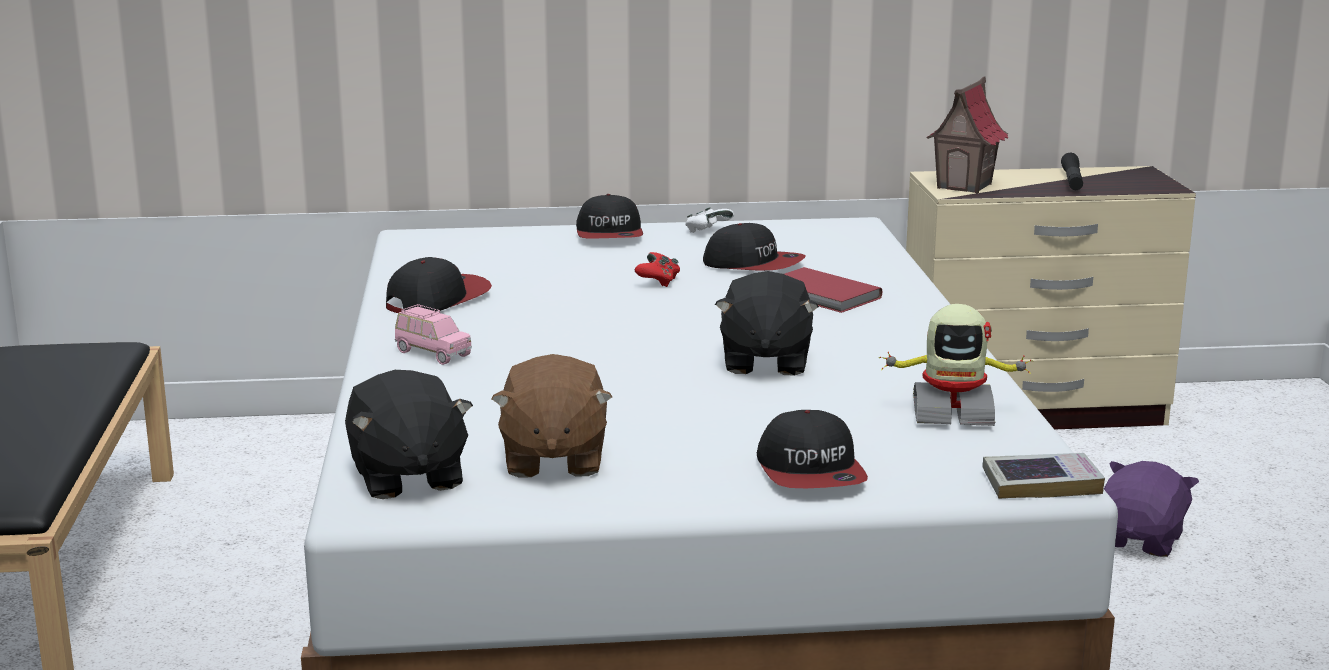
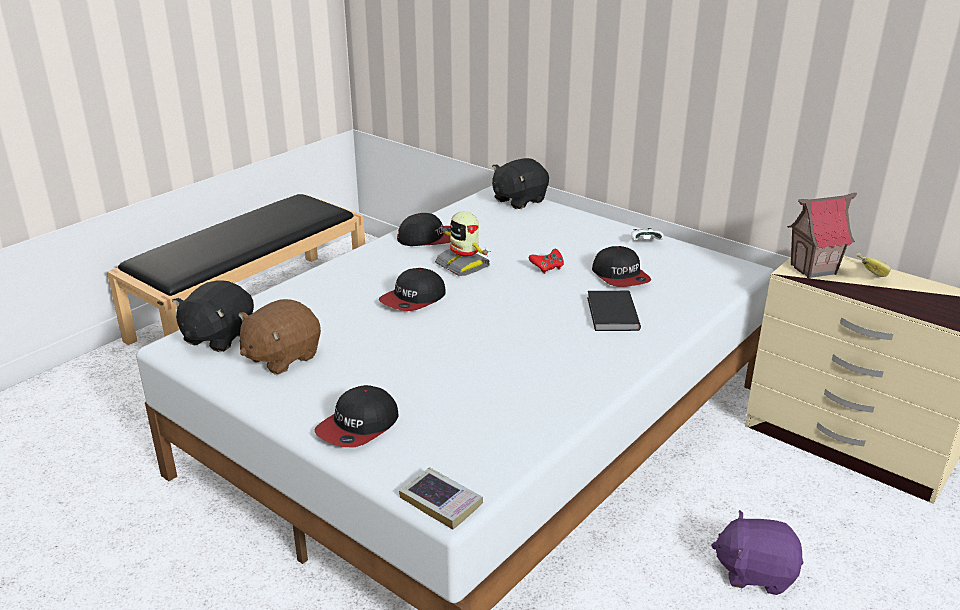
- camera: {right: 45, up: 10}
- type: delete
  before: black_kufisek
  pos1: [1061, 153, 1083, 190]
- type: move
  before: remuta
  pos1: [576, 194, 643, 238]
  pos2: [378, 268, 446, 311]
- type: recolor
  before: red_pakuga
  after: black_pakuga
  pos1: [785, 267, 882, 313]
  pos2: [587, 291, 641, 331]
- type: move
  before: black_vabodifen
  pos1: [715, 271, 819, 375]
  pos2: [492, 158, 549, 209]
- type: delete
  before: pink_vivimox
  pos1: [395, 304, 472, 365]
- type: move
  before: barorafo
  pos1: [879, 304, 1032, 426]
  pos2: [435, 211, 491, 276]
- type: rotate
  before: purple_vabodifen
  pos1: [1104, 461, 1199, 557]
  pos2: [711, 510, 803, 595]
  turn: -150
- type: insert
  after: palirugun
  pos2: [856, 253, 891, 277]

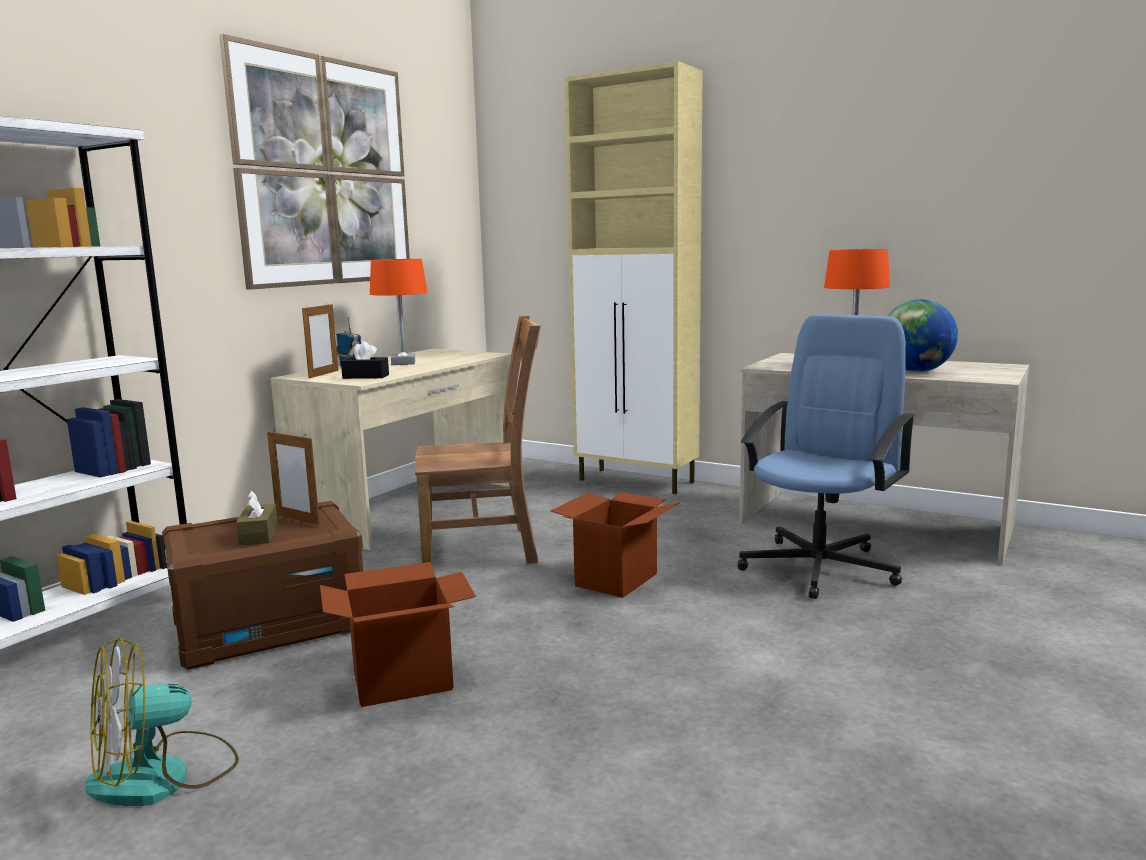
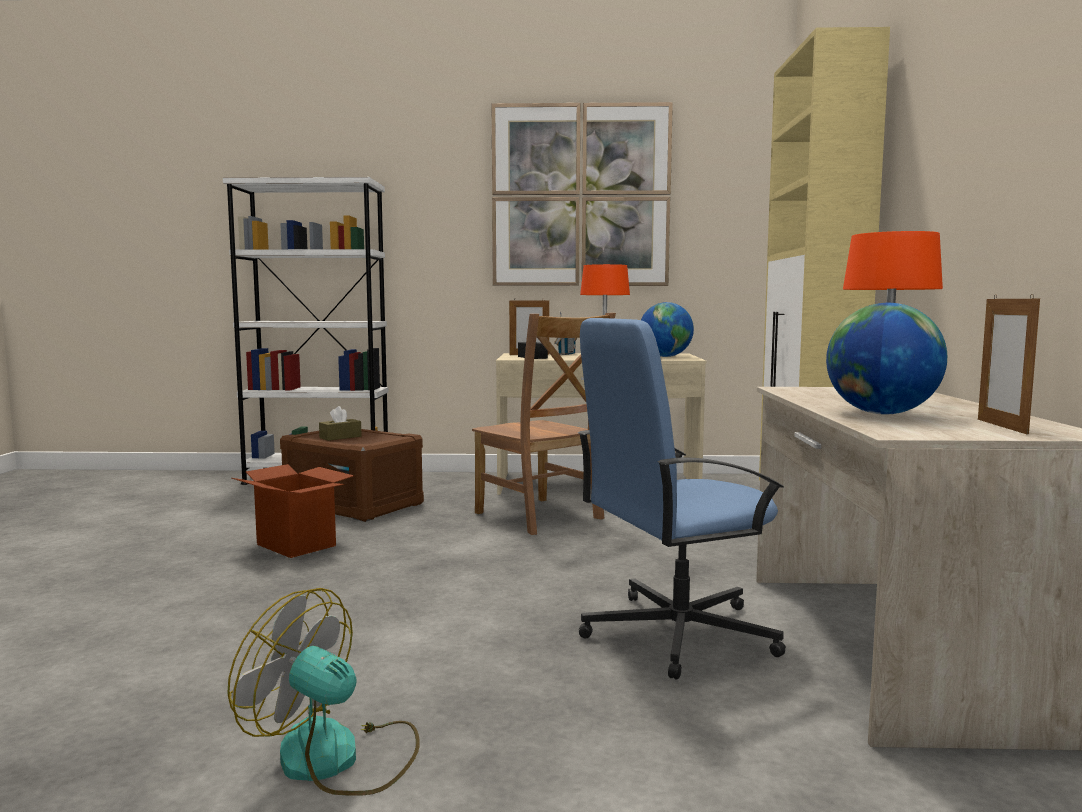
- camera: {right: 60, up: -5}
- type: rotate
  before: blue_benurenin
  pos1: [737, 314, 915, 599]
  pos2: [577, 318, 786, 680]
  turn: 150
- type: move
  before: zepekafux
  pos1: [267, 431, 320, 525]
  pos2: [978, 294, 1040, 435]
- type: delete
  before: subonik
  pos1: [550, 492, 680, 598]
- type: move
  before: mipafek
  pos1: [86, 637, 239, 806]
  pos2: [227, 588, 420, 796]
- type: insert
  after: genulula
  pos2: [641, 302, 694, 357]

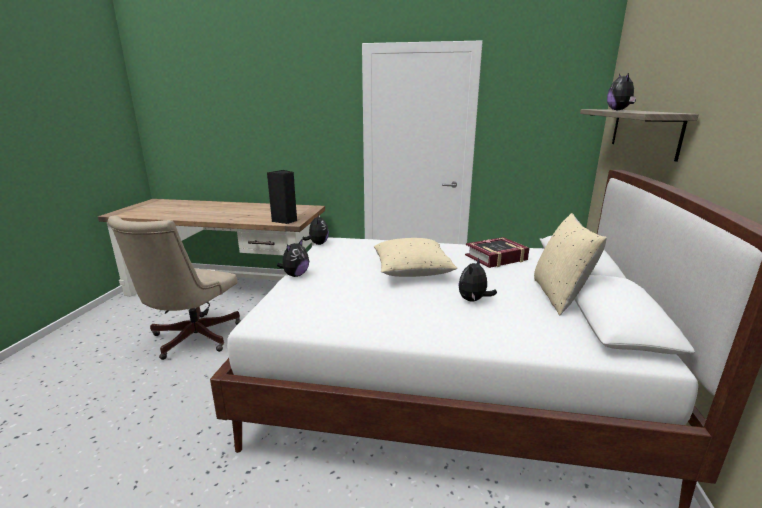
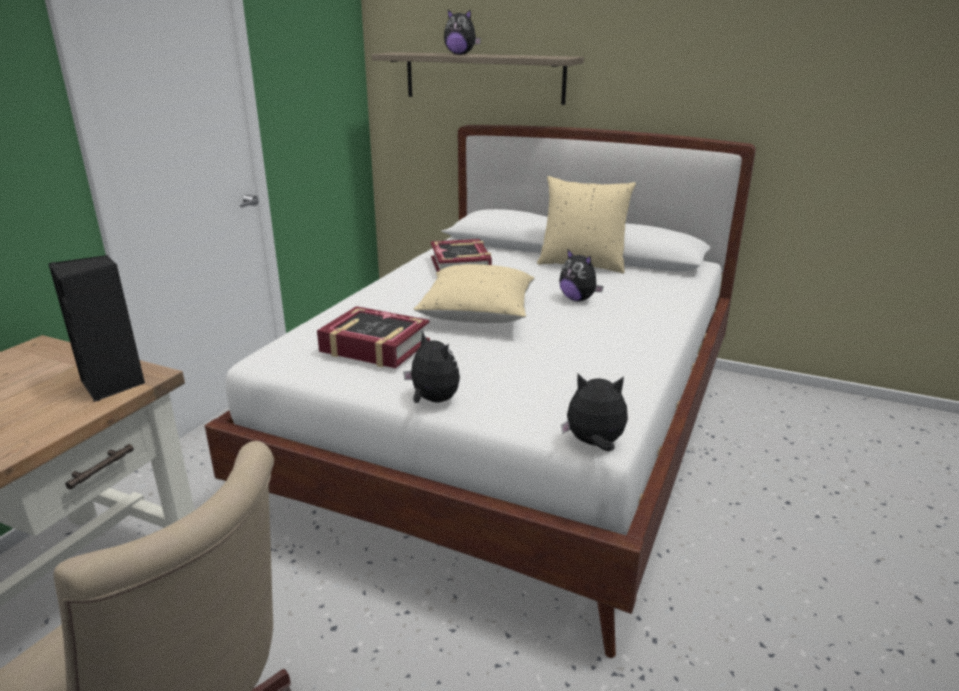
- camera: {right: -75, up: 5}
- type: move
  before: vabodifen
  pos1: [303, 214, 329, 245]
  pos2: [561, 374, 628, 451]
- type: insert
  after: pakuga
  pos2: [317, 306, 430, 368]

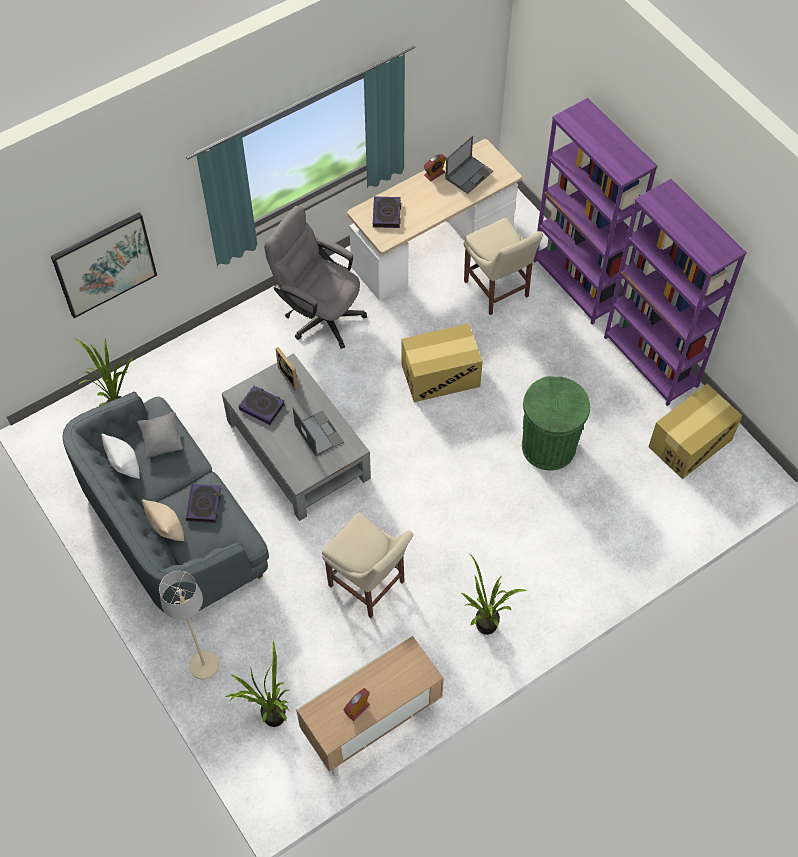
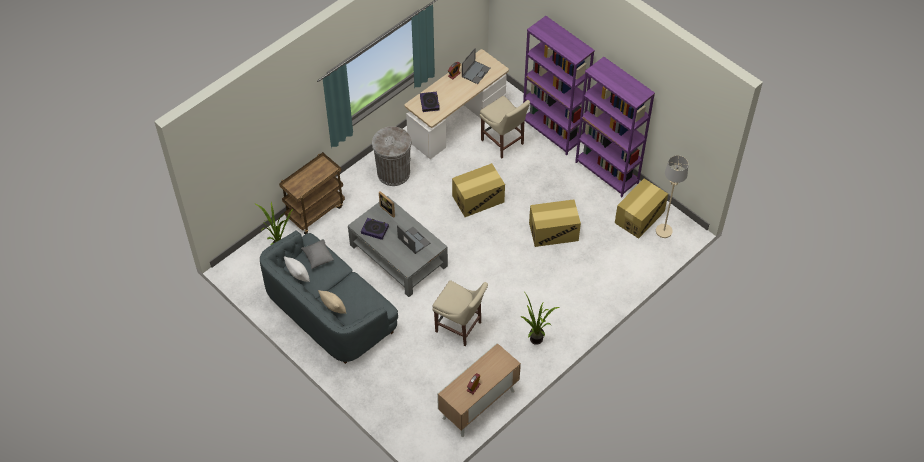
- camera: {right: -10, up: -5}
- type: replace
  before: grey_benurenin
  after: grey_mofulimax
  pos1: [264, 206, 367, 349]
  pos2: [372, 126, 412, 186]
- type: delete
  before: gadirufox
  pos1: [51, 212, 157, 318]
- type: replace
  before: green_mofulimax
  after: subonik
  pos1: [522, 376, 590, 471]
  pos2: [529, 199, 581, 247]
- type: delete
  before: pakuga
  pos1: [186, 484, 221, 523]
- type: move
  before: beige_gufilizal
  pos1: [159, 571, 219, 680]
  pos2: [656, 155, 688, 238]
- type: delete
  before: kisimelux
  pos1: [225, 642, 289, 727]
- type: insert
  after: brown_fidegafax
  pos2: [279, 152, 345, 234]

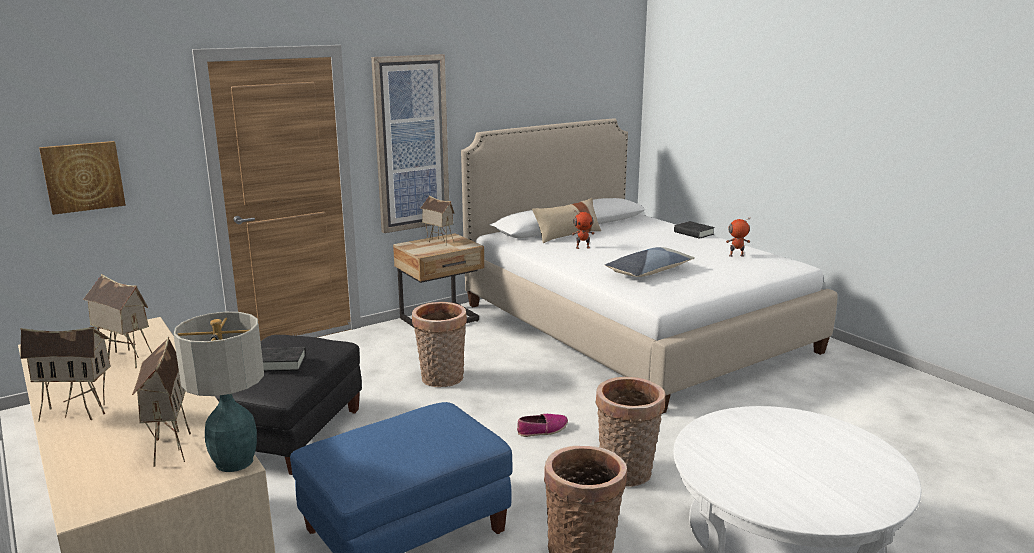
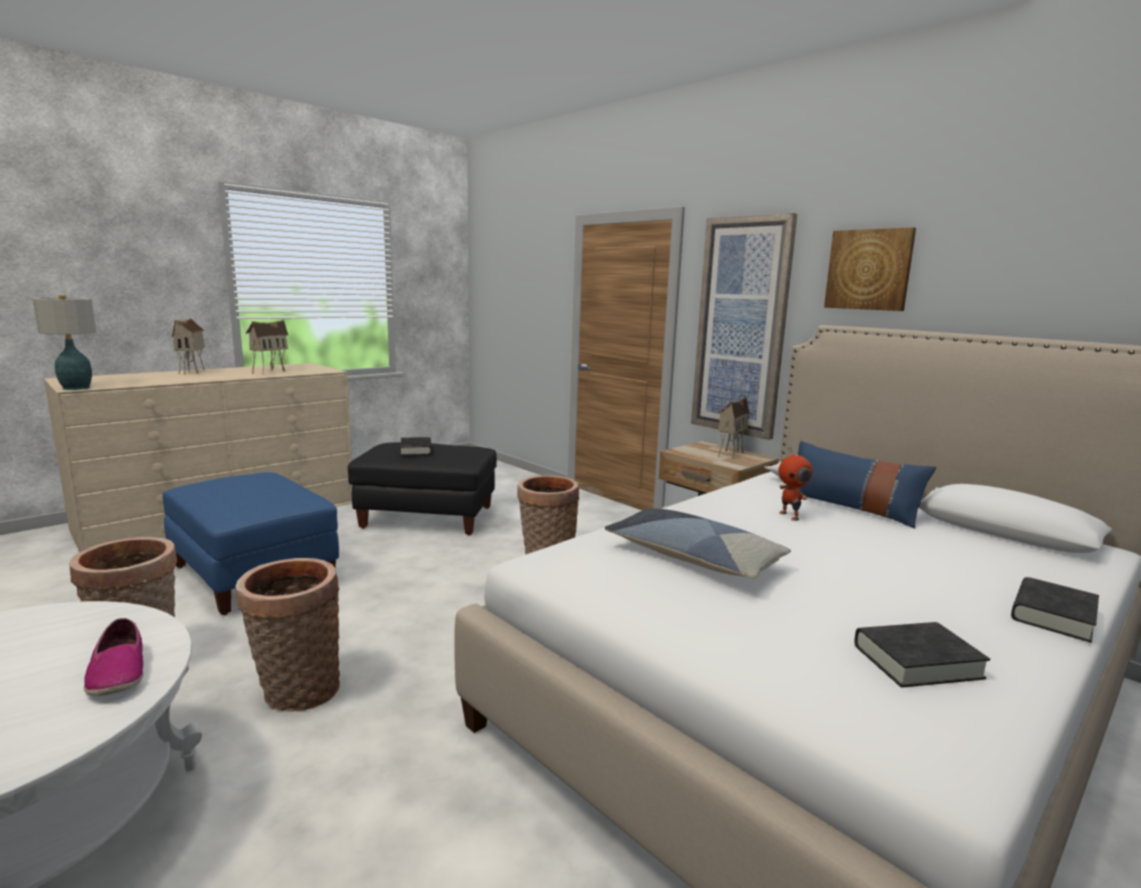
- camera: {right: 80, up: -5}
- type: move
  before: gadirufox
  pos1: [39, 141, 126, 215]
  pos2: [824, 227, 916, 311]
- type: recolor
  before: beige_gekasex
  after: blue_gekasex
  pos1: [532, 198, 602, 243]
  pos2: [798, 441, 936, 528]
- type: replace
  before: barorafo
  after: black_pakuga
  pos1: [726, 217, 750, 257]
  pos2: [854, 622, 990, 687]
- type: delete
  before: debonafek
  pos1: [132, 337, 191, 467]
- type: move
  before: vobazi
  pos1: [517, 414, 568, 437]
  pos2: [84, 618, 143, 696]

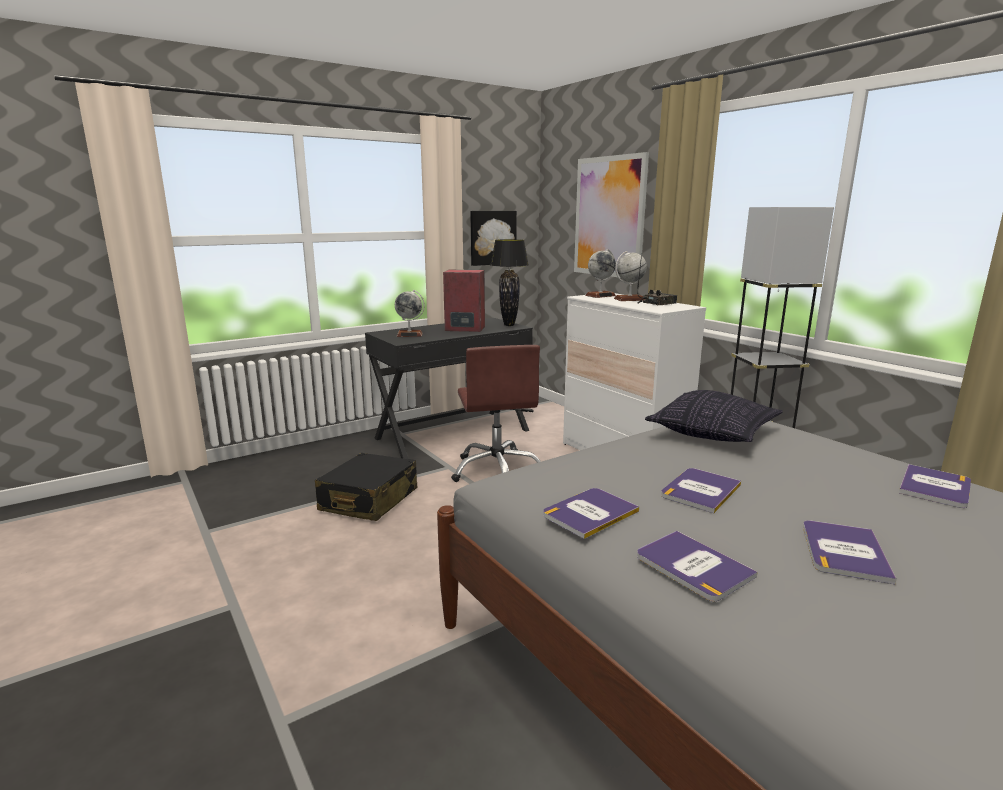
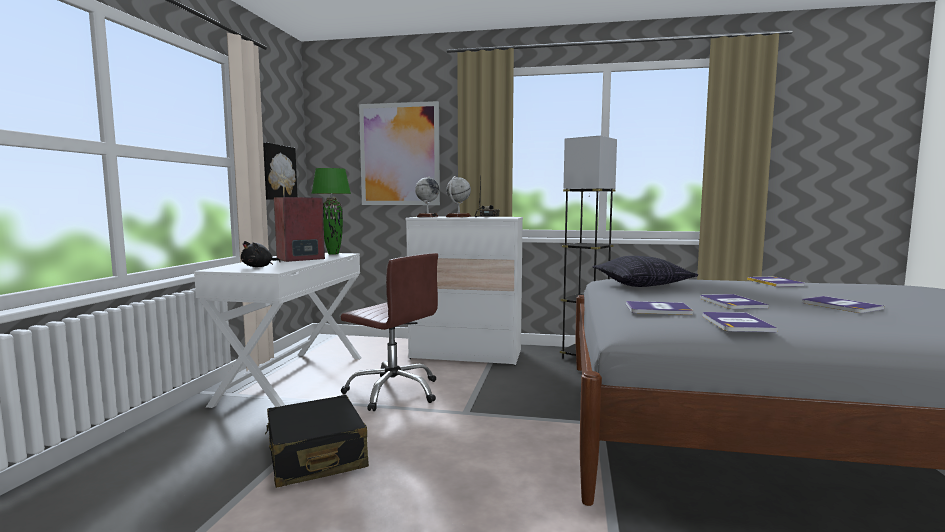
- camera: {right: -45, up: -10}
- type: recolor
  before: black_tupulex
  after: green_tupulex
  pos1: [491, 239, 528, 326]
  pos2: [311, 168, 351, 255]
- type: replace
  before: genulula
  after: black_vabodifen
  pos1: [395, 290, 424, 337]
  pos2: [241, 241, 281, 267]
- type: recolor
  before: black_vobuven
  after: white_vobuven
  pos1: [365, 318, 533, 459]
  pos2: [194, 253, 361, 408]
- type: move
  before: pakuga
  pos1: [637, 531, 758, 602]
  pos2: [626, 301, 693, 315]

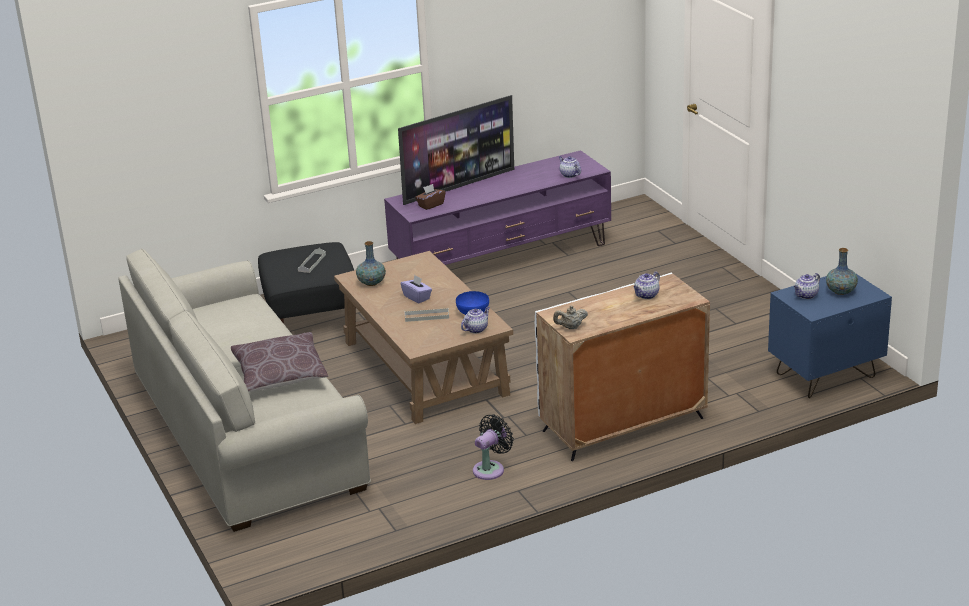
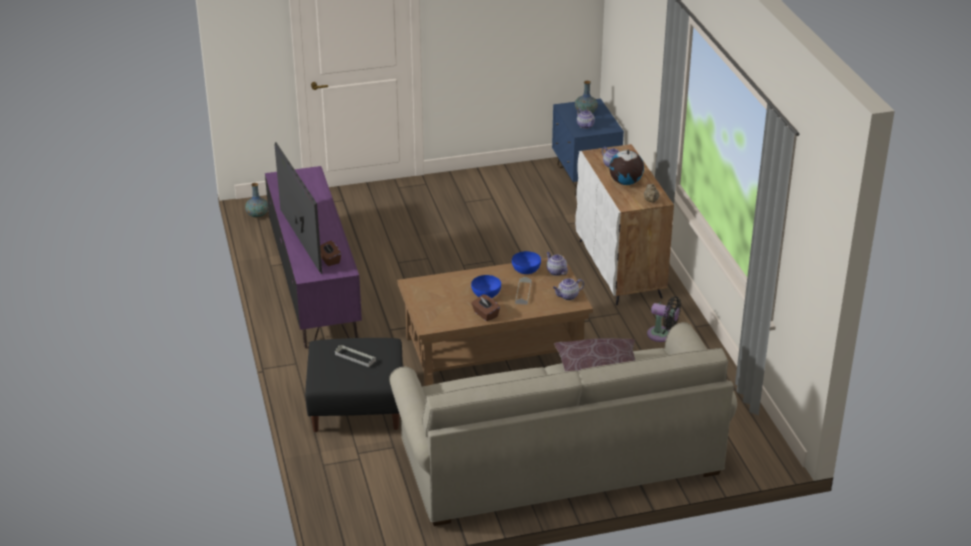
- camera: {right: -80, up: 5}
- type: move
  before: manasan
  pos1: [559, 156, 581, 178]
  pos2: [553, 278, 584, 300]
- type: move
  before: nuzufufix
  pos1: [356, 241, 386, 286]
  pos2: [245, 183, 268, 218]
- type: replace
  before: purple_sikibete
  after: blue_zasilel
  pos1: [401, 275, 432, 303]
  pos2: [471, 275, 501, 298]
- type: rotate
  before: black_mipafek
  pos1: [473, 414, 514, 480]
  pos2: [647, 296, 681, 342]
  turn: 150
- type: insert
  after: genulula
  pos2: [609, 149, 644, 185]
- type: insert
  after: brown_sikibete
  pos2: [471, 294, 500, 321]

